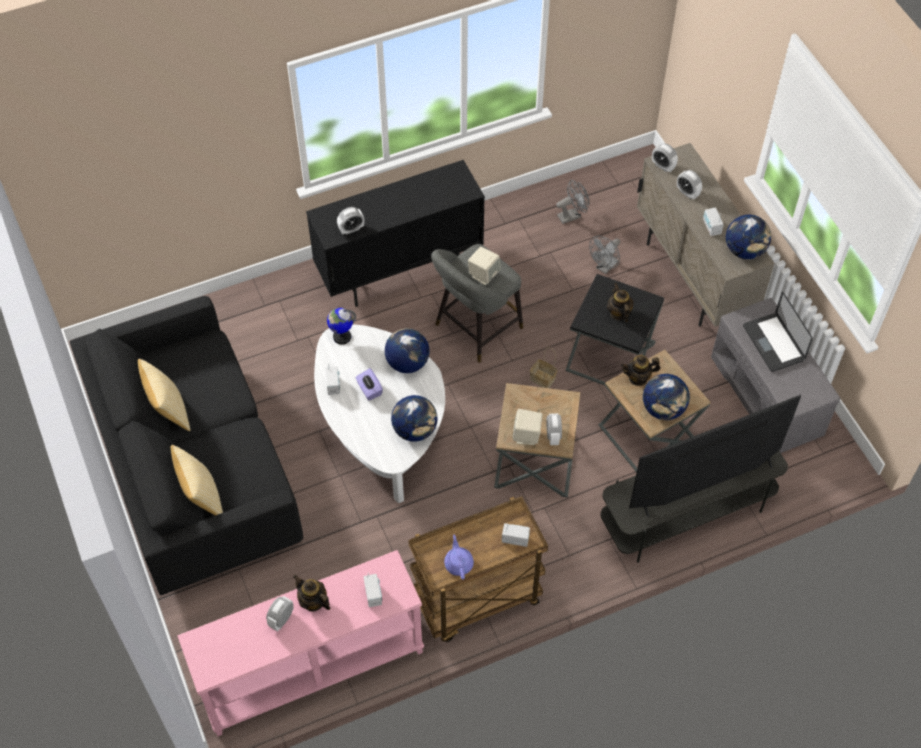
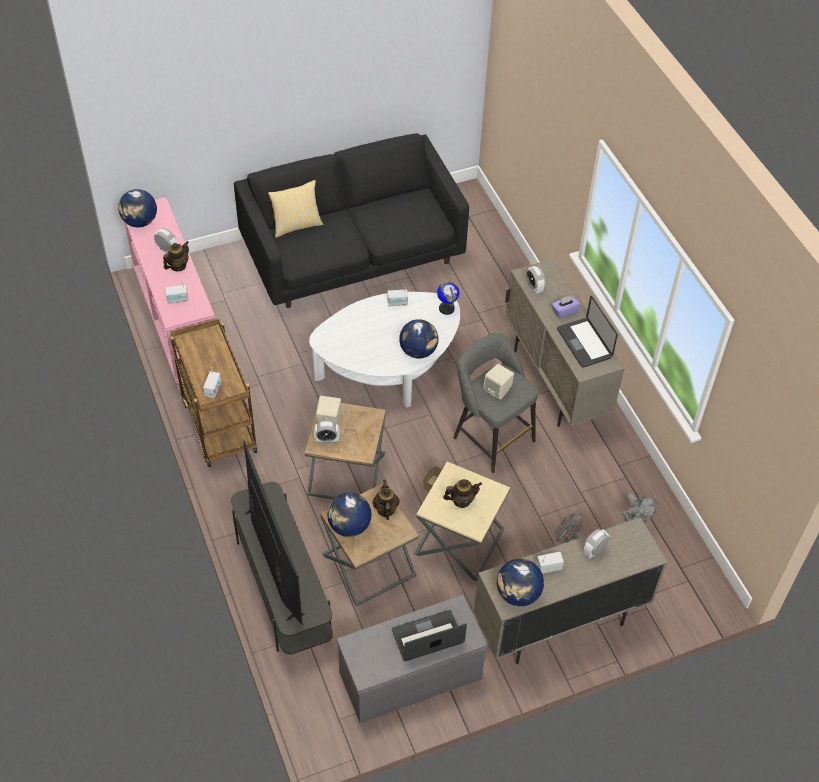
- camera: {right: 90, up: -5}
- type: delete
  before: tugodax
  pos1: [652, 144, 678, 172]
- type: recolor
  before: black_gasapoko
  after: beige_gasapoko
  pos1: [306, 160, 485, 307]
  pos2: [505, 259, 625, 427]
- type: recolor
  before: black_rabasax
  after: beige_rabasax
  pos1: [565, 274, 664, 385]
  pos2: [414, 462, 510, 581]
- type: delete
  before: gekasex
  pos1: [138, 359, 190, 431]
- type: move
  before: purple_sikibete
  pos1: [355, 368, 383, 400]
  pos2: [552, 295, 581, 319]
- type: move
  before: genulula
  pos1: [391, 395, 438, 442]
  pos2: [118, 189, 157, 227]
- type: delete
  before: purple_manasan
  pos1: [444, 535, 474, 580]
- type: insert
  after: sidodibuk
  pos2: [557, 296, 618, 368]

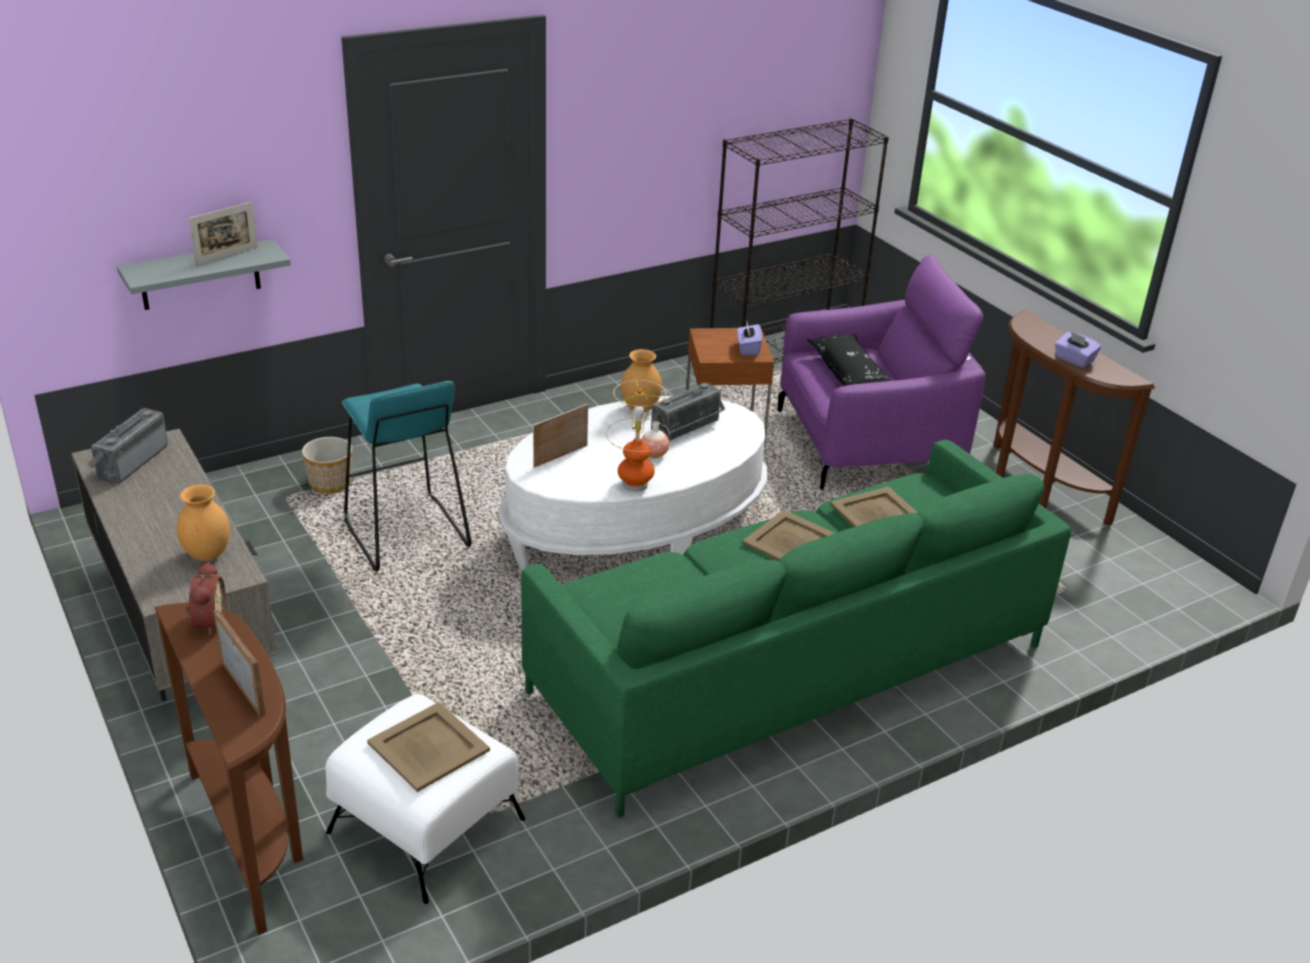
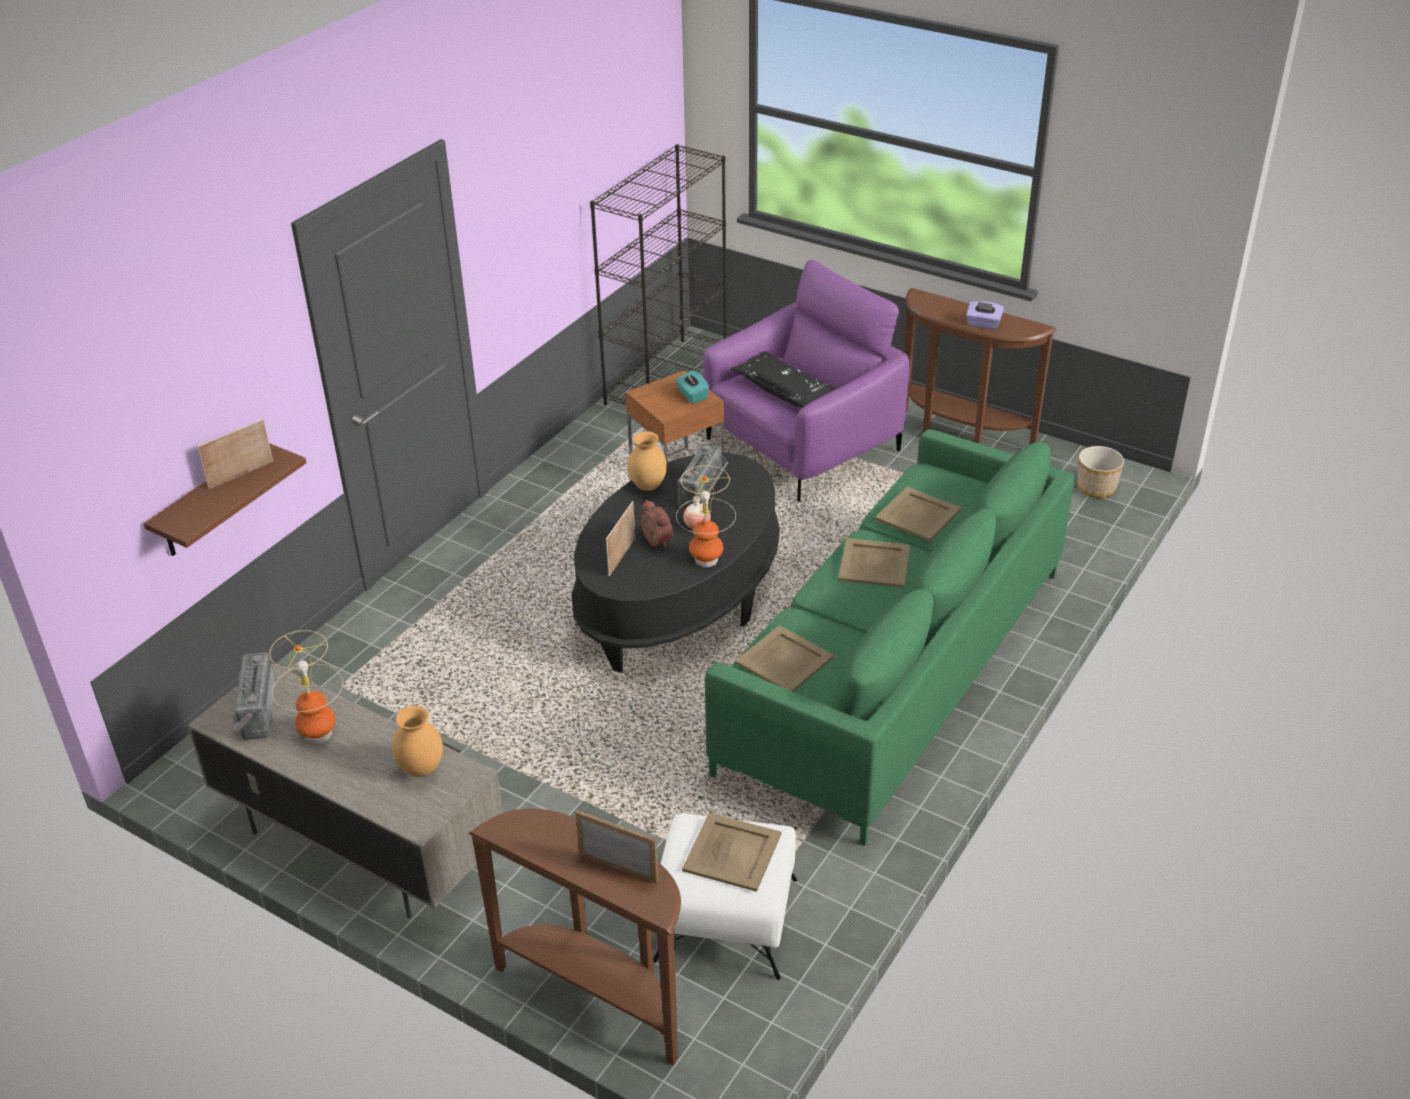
- camera: {right: -25, up: 5}
- type: rotate
  before: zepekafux
  pos1: [189, 202, 258, 265]
  pos2: [197, 419, 273, 489]
  turn: -150
- type: recolor
  before: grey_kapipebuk
  after: brown_kapipebuk
  pos1: [117, 239, 291, 310]
  pos2: [144, 443, 306, 556]
- type: recolor
  before: purple_sikibete
  after: turquoise_sikibete
  pos1: [737, 323, 762, 356]
  pos2: [676, 370, 709, 404]
- type: delete
  before: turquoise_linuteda
  pos1: [342, 381, 472, 571]
- type: recolor
  before: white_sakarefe
  after: black_sakarefe
  pos1: [498, 396, 767, 570]
  pos2: [572, 452, 780, 673]
- type: move
  before: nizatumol
  pos1: [302, 437, 352, 493]
  pos2: [1077, 446, 1124, 498]
- type: move
  before: tugodax
  pos1: [185, 562, 226, 635]
  pos2: [639, 500, 673, 548]
- type: insert
  after: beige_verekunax
  pos2: [735, 625, 834, 692]
- type: insert
  after: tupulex
  pos2: [269, 630, 343, 744]

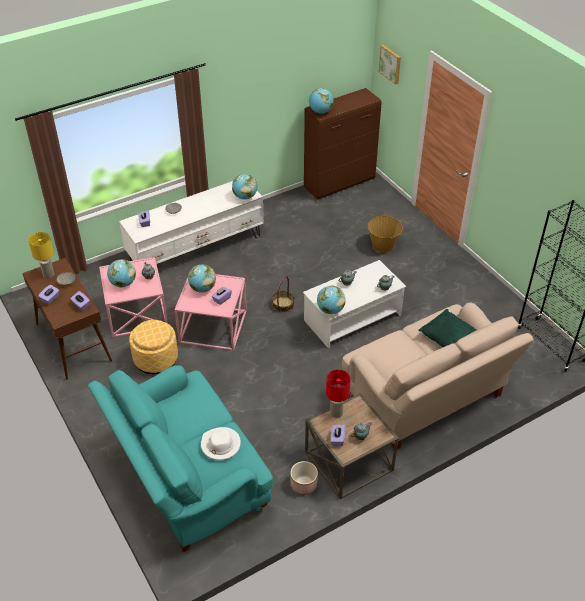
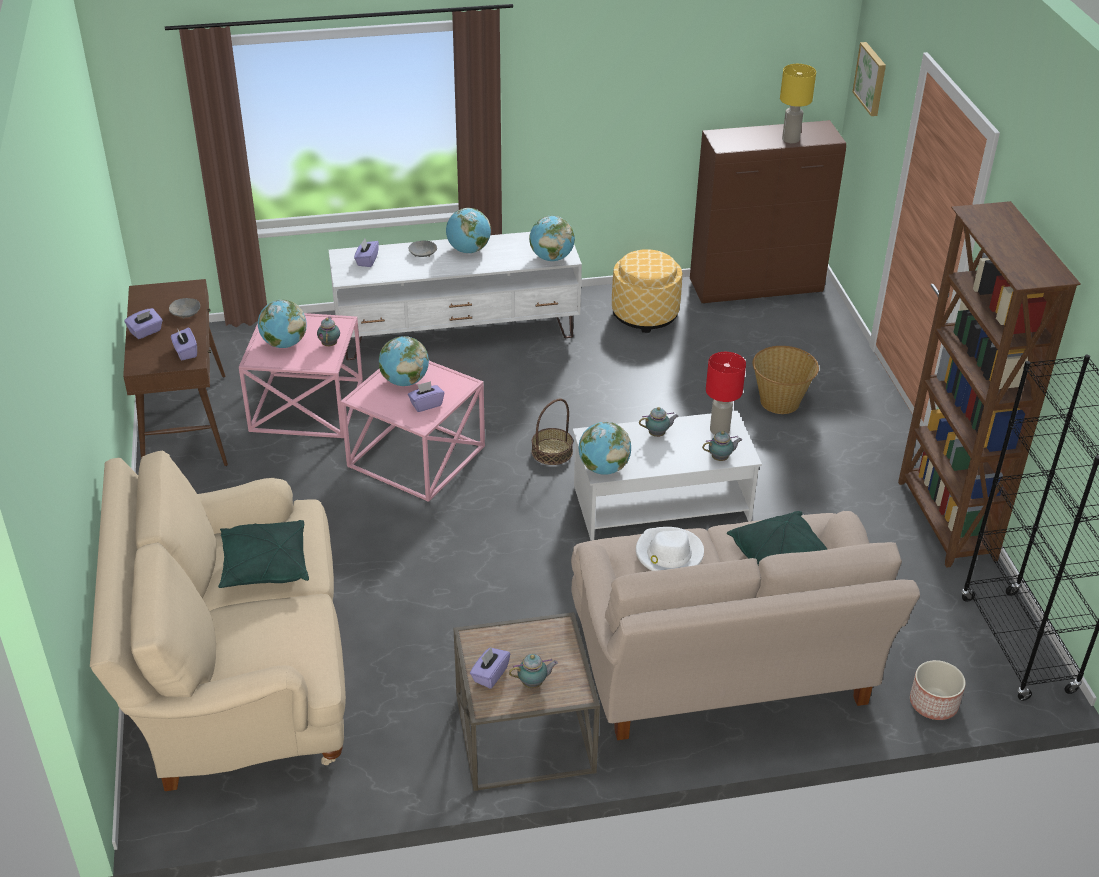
- camera: {right: 20, up: -5}
- type: move
  before: genulula
  pos1: [309, 88, 334, 114]
  pos2: [446, 208, 491, 253]
- type: move
  before: yellow_tupulex
  pos1: [28, 232, 54, 279]
  pos2: [780, 64, 816, 143]
- type: move
  before: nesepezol
  pos1: [129, 320, 178, 374]
  pos2: [612, 249, 682, 333]
- type: recolor
  before: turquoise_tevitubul
  after: beige_tevitubul
  pos1: [88, 365, 273, 552]
  pos2: [90, 451, 346, 791]
- type: move
  before: red_tupulex
  pos1: [326, 370, 351, 418]
  pos2: [706, 352, 746, 435]
- type: move
  before: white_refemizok
  pos1: [201, 427, 241, 460]
  pos2: [636, 527, 704, 571]
- type: move
  before: nizatumol
  pos1: [291, 461, 318, 495]
  pos2: [910, 660, 966, 720]
- type: insert
  after: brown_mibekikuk
  pos2: [898, 201, 1081, 567]
- type: insert
  after: green_gekasex
  pos2: [218, 520, 309, 588]

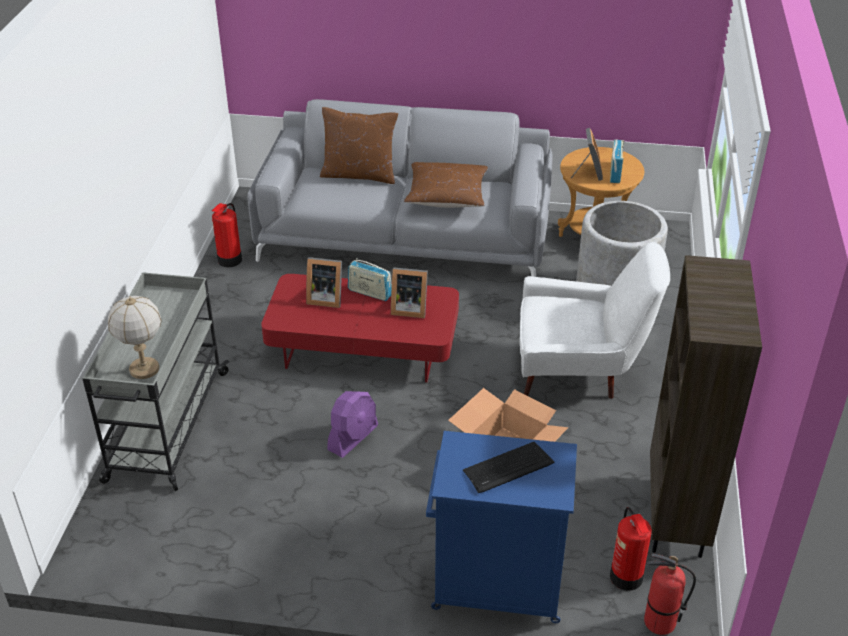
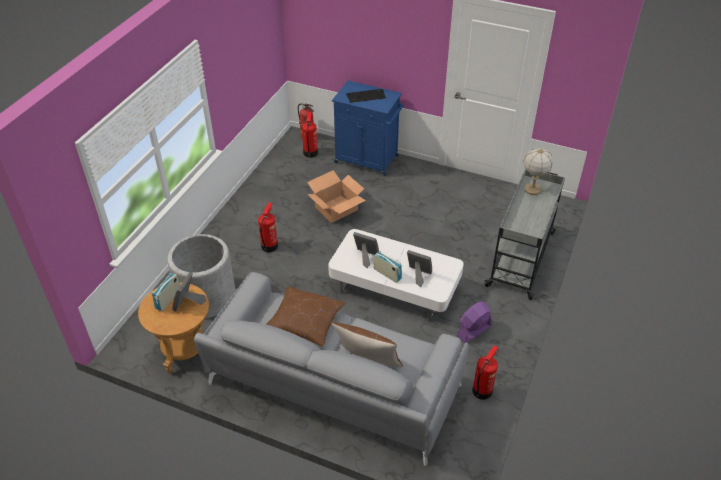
- camera: {right: -165, up: 5}
- type: replace
  before: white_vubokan
  after: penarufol
  pos1: [520, 242, 670, 399]
  pos2: [258, 203, 278, 252]
- type: delete
  before: brown_mibekikuk
  pos1: [650, 255, 762, 558]
- type: recolor
  before: red_sakarefe
  after: white_sakarefe
  pos1: [261, 274, 459, 382]
  pos2: [328, 229, 464, 321]
- type: move
  before: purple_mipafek
  pos1: [327, 391, 378, 458]
  pos2: [457, 302, 492, 343]

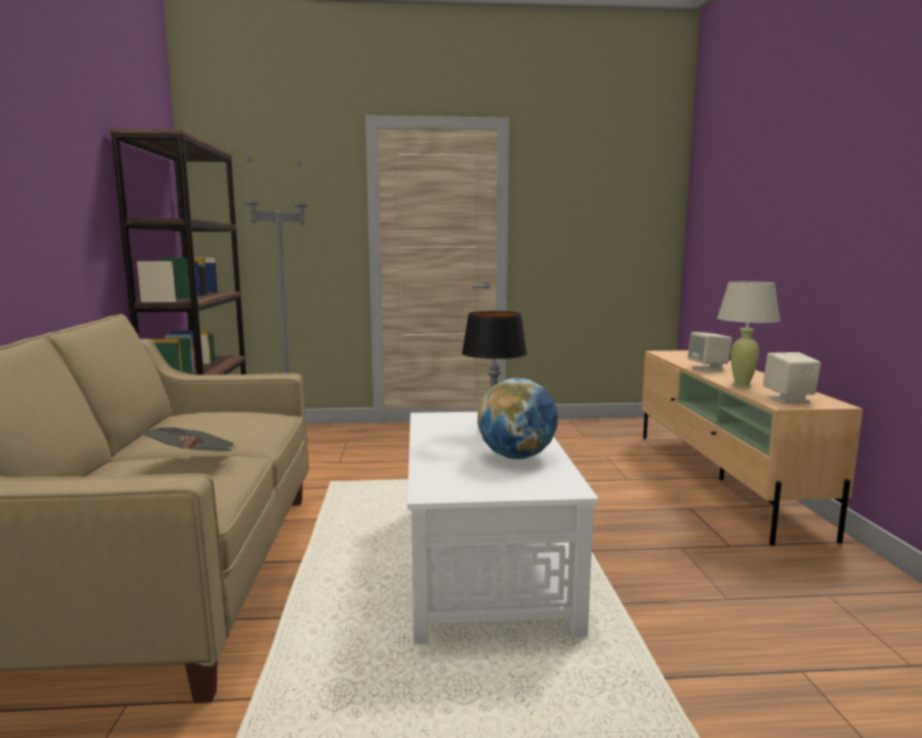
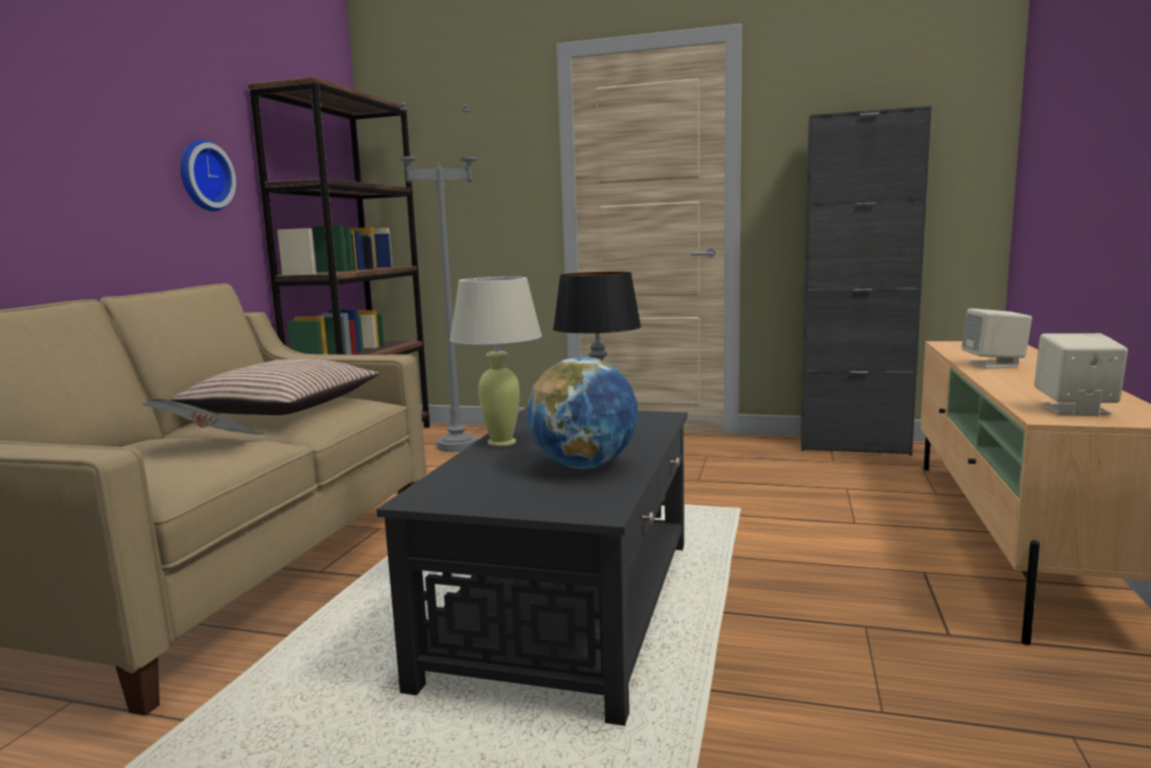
- camera: {right: 20, up: 0}
- type: move
  before: beige_tupulex
  pos1: [717, 281, 780, 387]
  pos2: [450, 277, 542, 447]
- type: recolor
  before: white_sakarefe
  after: black_sakarefe
  pos1: [407, 412, 599, 644]
  pos2: [377, 407, 687, 726]
- type: insert
  after: black_gasapoko
  pos2: [801, 106, 932, 456]
- type: insert
  after: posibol
  pos2: [181, 139, 236, 211]
- type: insert
  after: gekasex
  pos2: [170, 359, 378, 415]

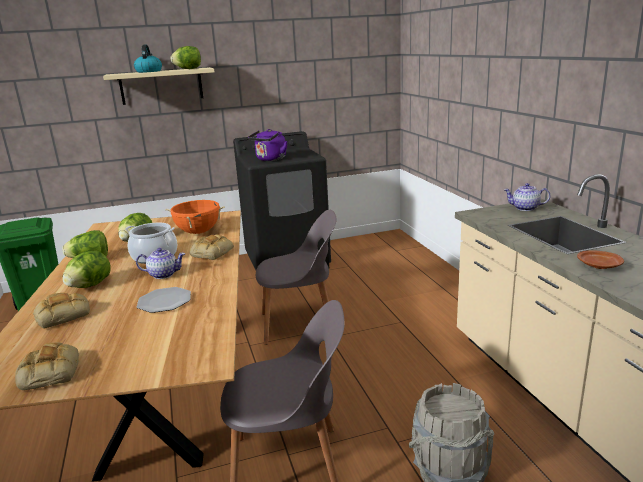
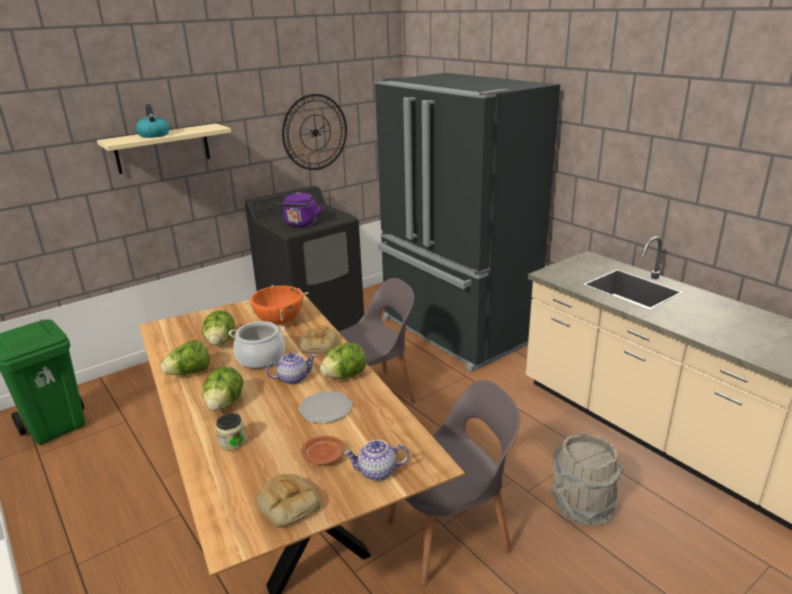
- camera: {right: -20, up: 5}
- type: move
  before: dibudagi
  pos1: [170, 46, 201, 69]
  pos2: [320, 342, 367, 379]
- type: move
  before: manasan
  pos1: [504, 183, 550, 211]
  pos2: [344, 440, 409, 481]
- type: move
  before: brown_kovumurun
  pos1: [577, 250, 624, 269]
  pos2: [301, 436, 344, 465]
- type: replace
  before: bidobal
  after: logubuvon
  pos1: [33, 293, 90, 329]
  pos2: [216, 413, 246, 450]
- type: insert
  after: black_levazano
  pos2: [374, 73, 560, 372]
- type: insert
  after: posibol
  pos2: [282, 94, 347, 170]

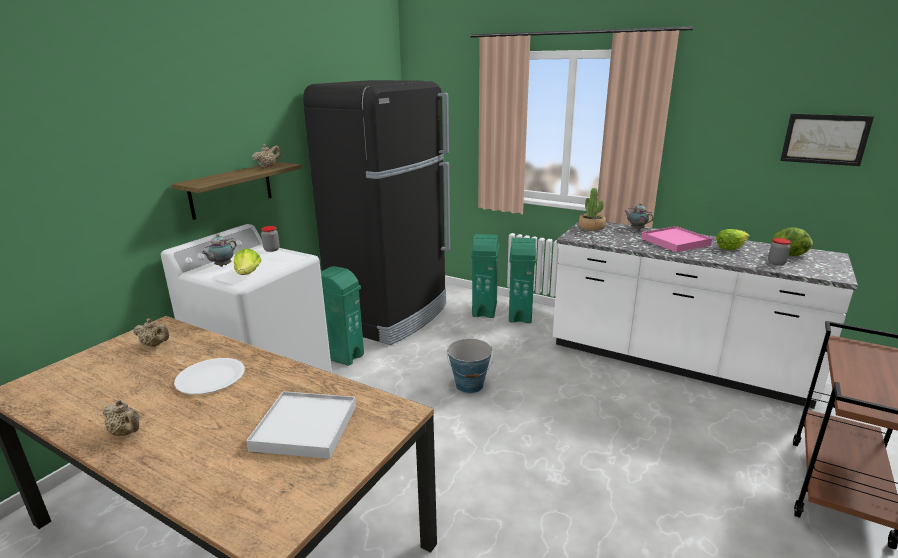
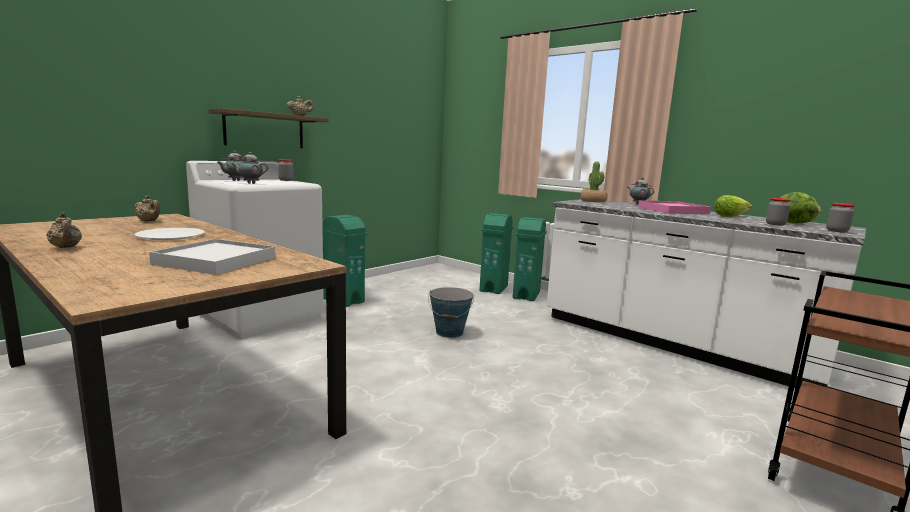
- camera: {right: 10, up: -10}
- type: delete
  before: black_levazano
  pos1: [303, 80, 450, 345]
- type: delete
  before: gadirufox
  pos1: [780, 114, 874, 166]
- type: replace
  before: dibudagi
  after: manasan
  pos1: [234, 249, 261, 275]
  pos2: [232, 152, 268, 184]
- type: insert
  after: logubuvon
  pos2: [826, 203, 855, 233]

